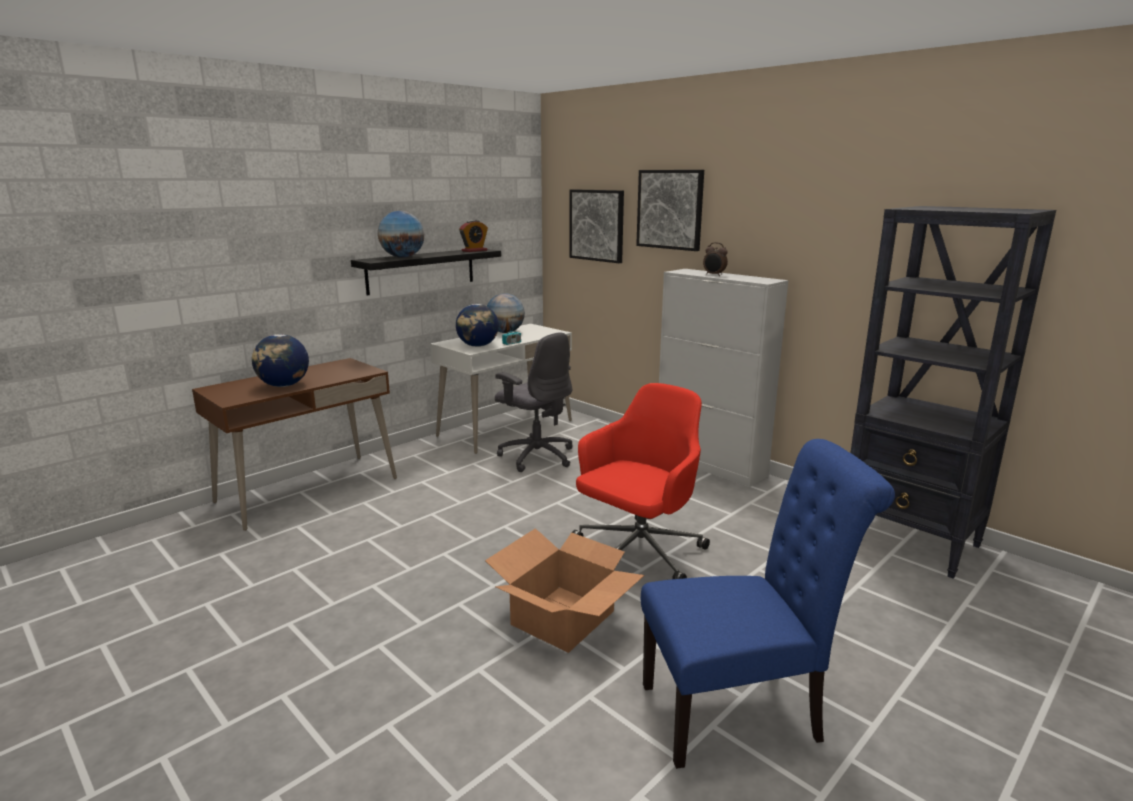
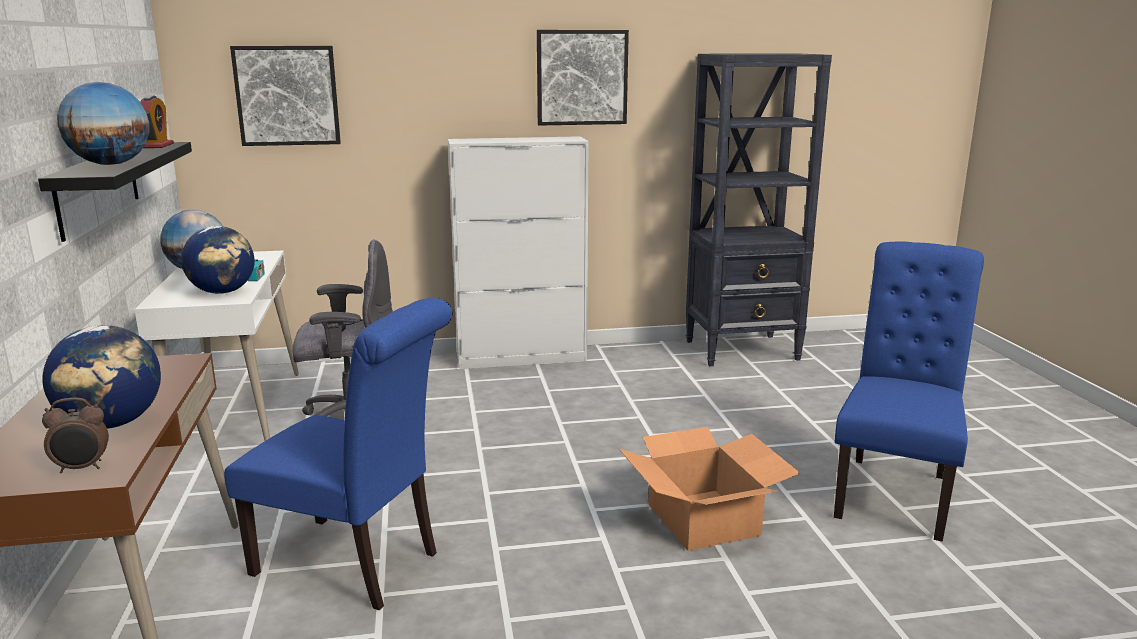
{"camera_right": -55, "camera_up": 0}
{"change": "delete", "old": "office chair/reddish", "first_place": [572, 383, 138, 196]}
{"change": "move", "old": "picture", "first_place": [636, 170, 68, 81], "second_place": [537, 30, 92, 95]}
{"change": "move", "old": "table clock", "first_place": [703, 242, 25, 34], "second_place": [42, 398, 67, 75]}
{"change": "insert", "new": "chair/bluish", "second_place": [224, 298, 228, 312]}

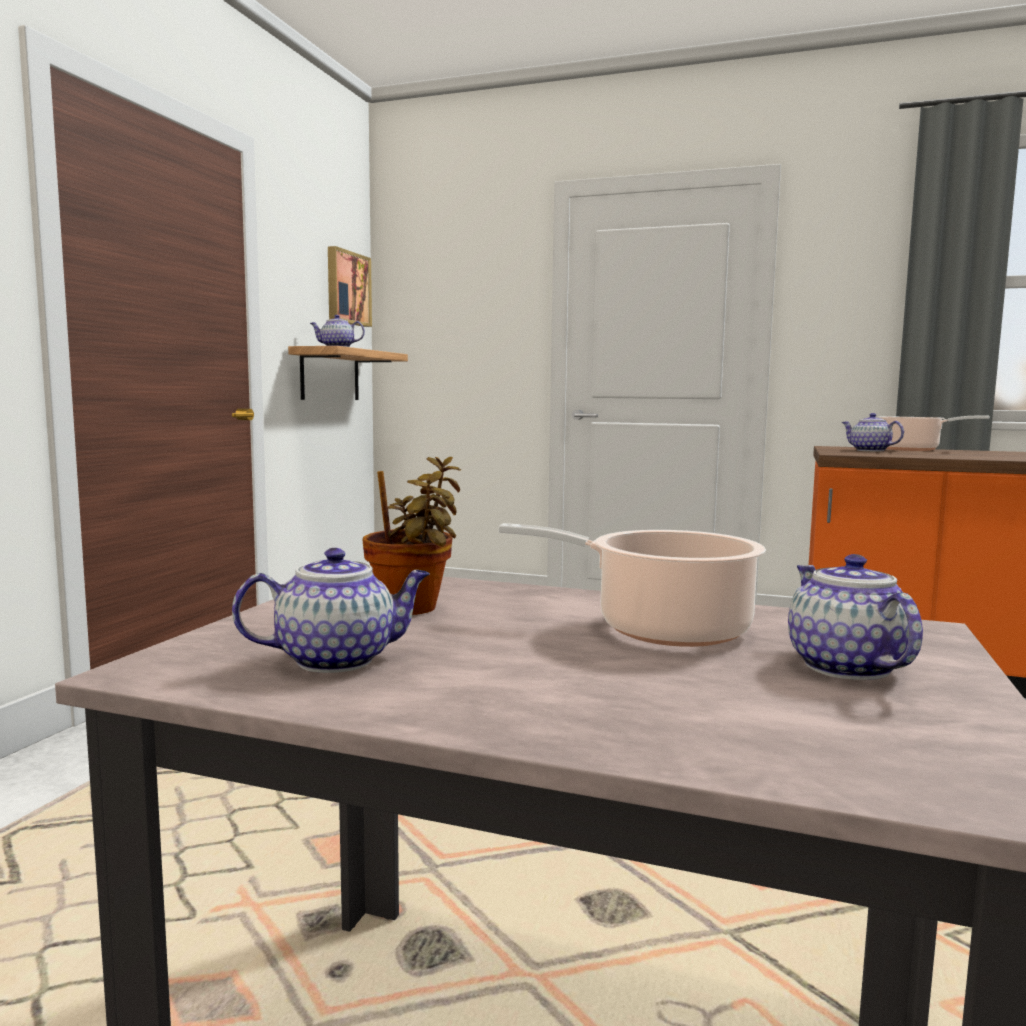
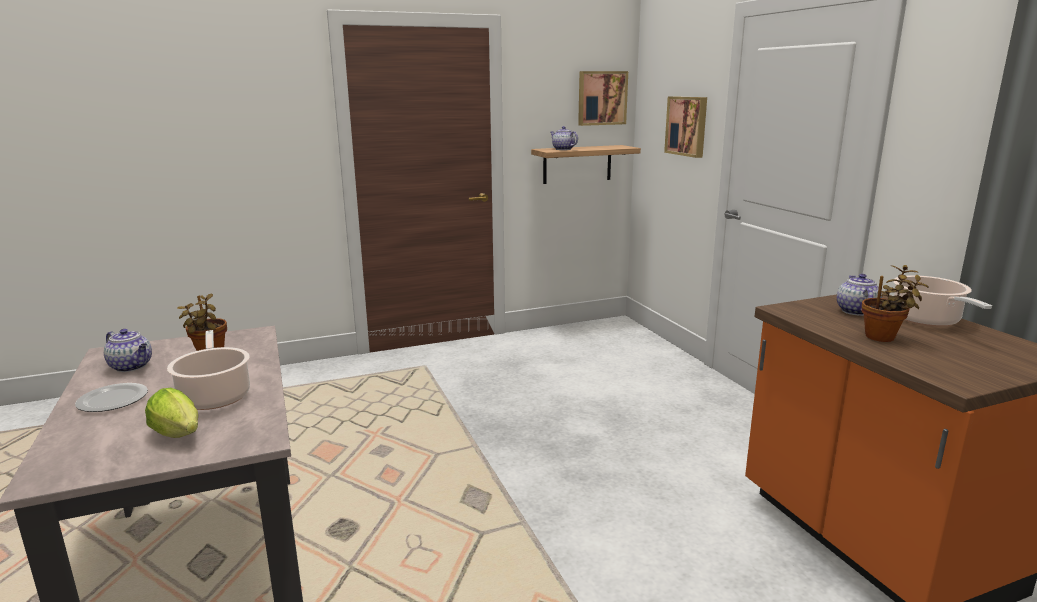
{"camera_right": 50, "camera_up": 10}
{"change": "replace", "old": "teapot", "new": "head of lettuce", "first_place": [788, 554, 135, 126], "second_place": [145, 388, 53, 50]}
{"change": "insert", "new": "plate", "second_place": [75, 383, 73, 29]}
{"change": "insert", "new": "picture", "second_place": [664, 96, 43, 62]}
{"change": "insert", "new": "plant in a pot", "second_place": [861, 265, 68, 77]}

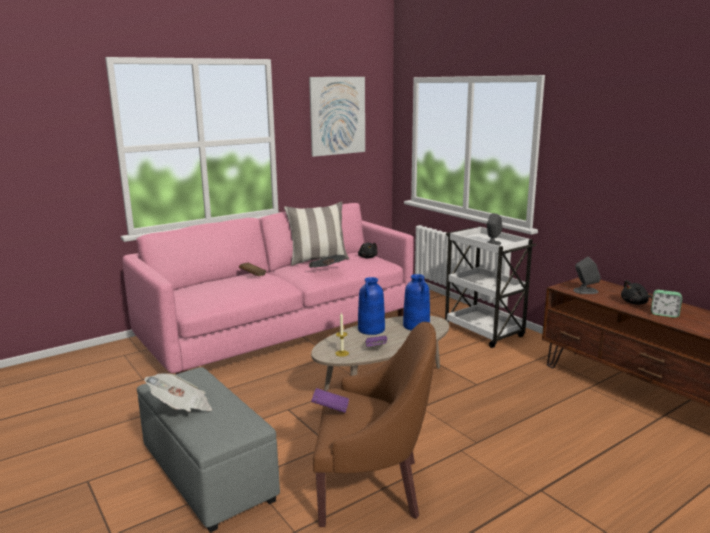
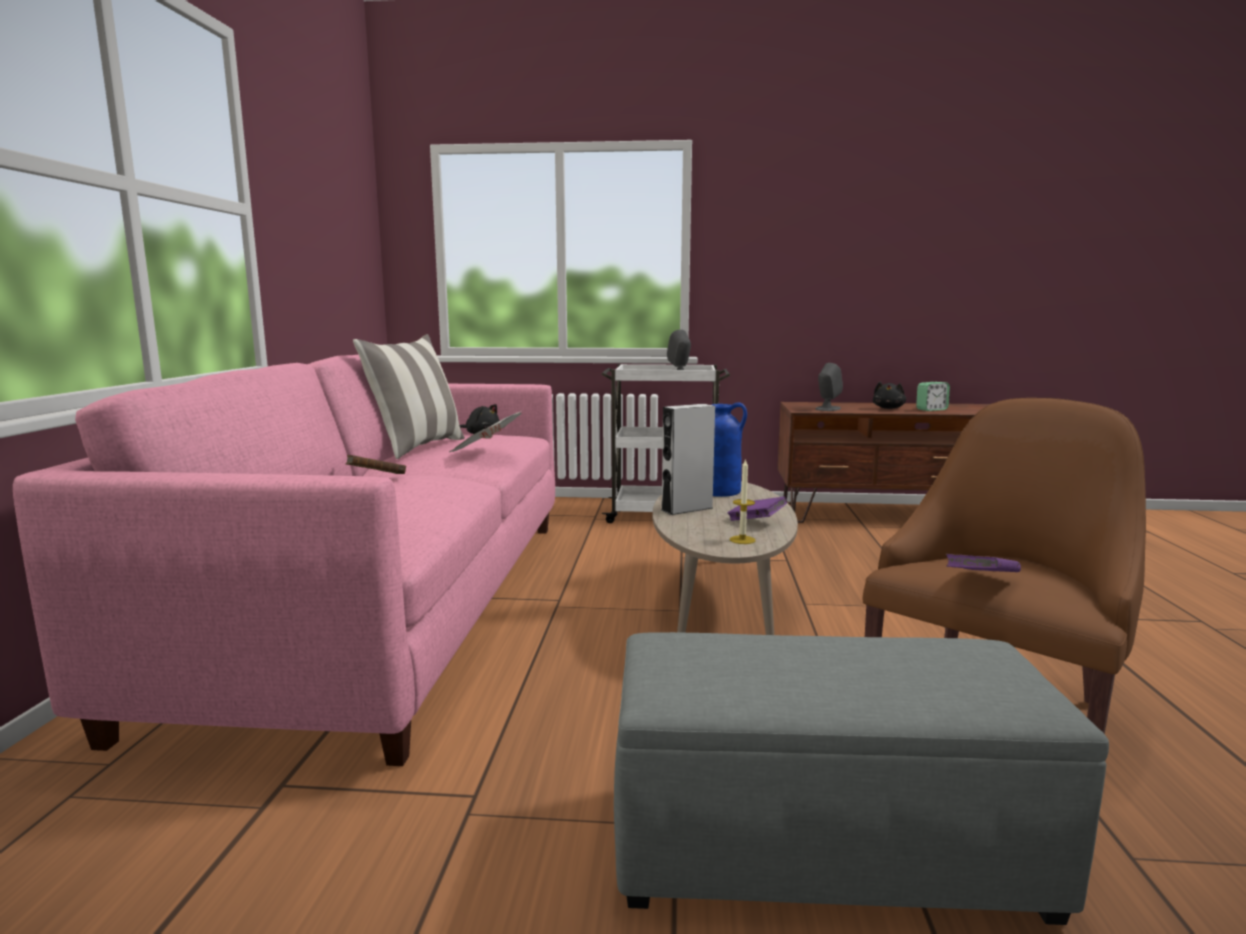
{"camera_right": -50, "camera_up": -5}
{"change": "delete", "old": "daily paper", "first_place": [144, 373, 68, 39]}
{"change": "delete", "old": "picture", "first_place": [309, 77, 56, 80]}
{"change": "replace", "old": "decorative vase/bluish", "new": "speaker/grey", "first_place": [358, 277, 27, 58], "second_place": [661, 404, 54, 111]}

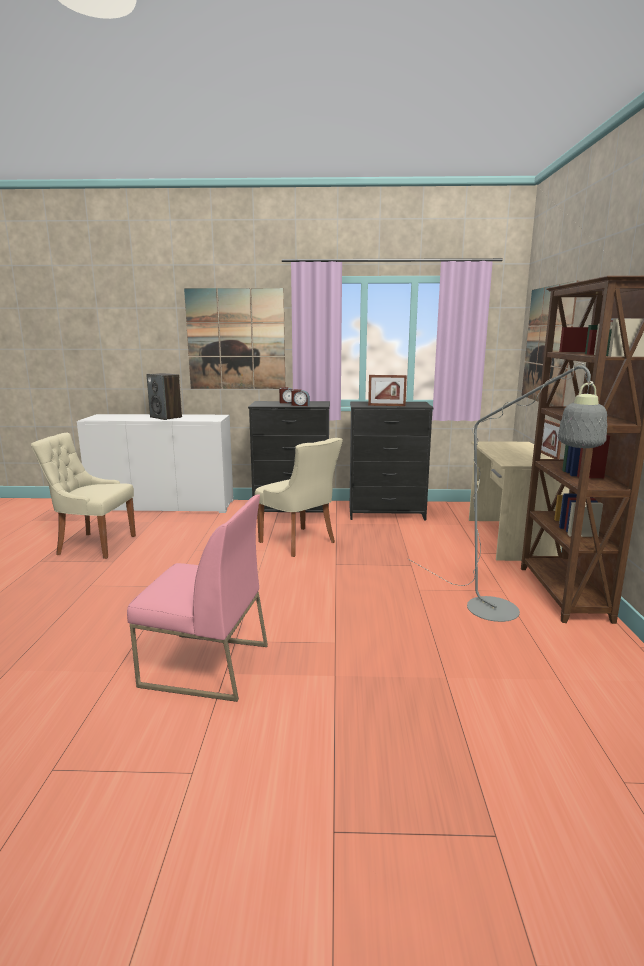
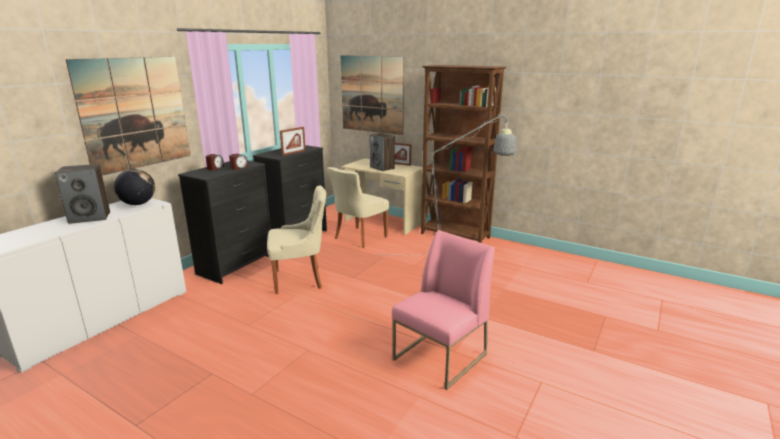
{"camera_right": -60, "camera_up": 5}
{"change": "move", "old": "chair/sand-coloured", "first_place": [31, 433, 105, 126], "second_place": [327, 167, 62, 81]}
{"change": "insert", "new": "desk globe", "second_place": [114, 169, 41, 36]}
{"change": "insert", "new": "speaker", "second_place": [370, 133, 25, 38]}

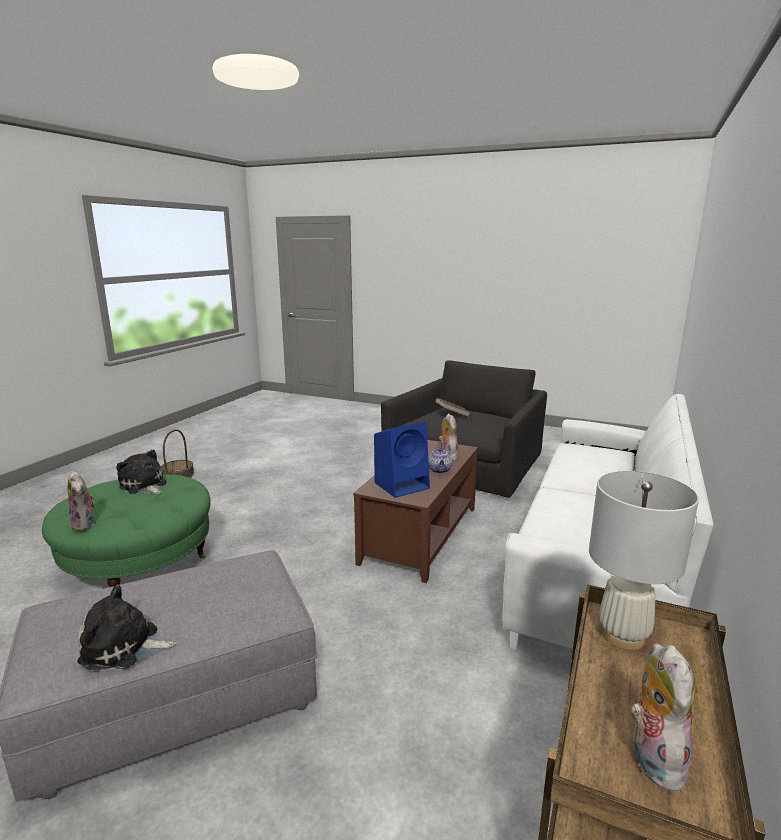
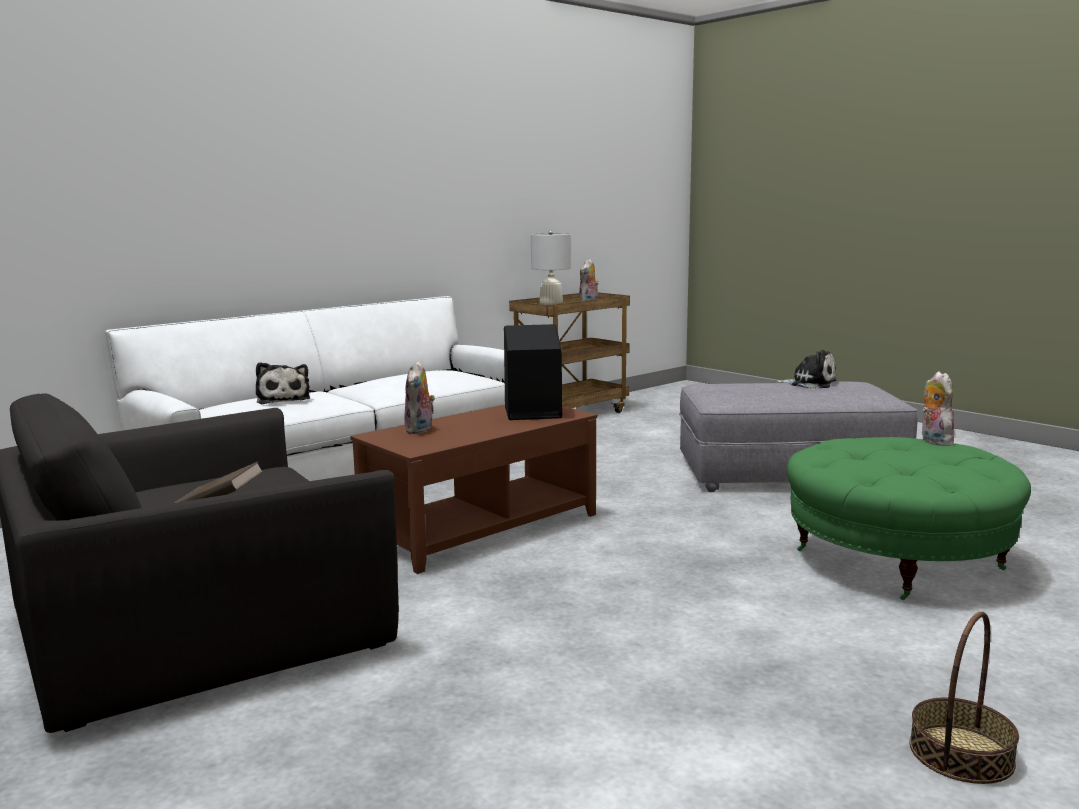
{"camera_right": -155, "camera_up": -5}
{"change": "move", "old": "cuddly toy", "first_place": [117, 450, 50, 44], "second_place": [256, 362, 54, 42]}
{"change": "recolor", "old": "speaker/bluish", "new": "speaker/blackish", "first_place": [374, 422, 56, 76], "second_place": [504, 324, 58, 96]}
{"change": "delete", "old": "teapot", "first_place": [428, 447, 24, 26]}

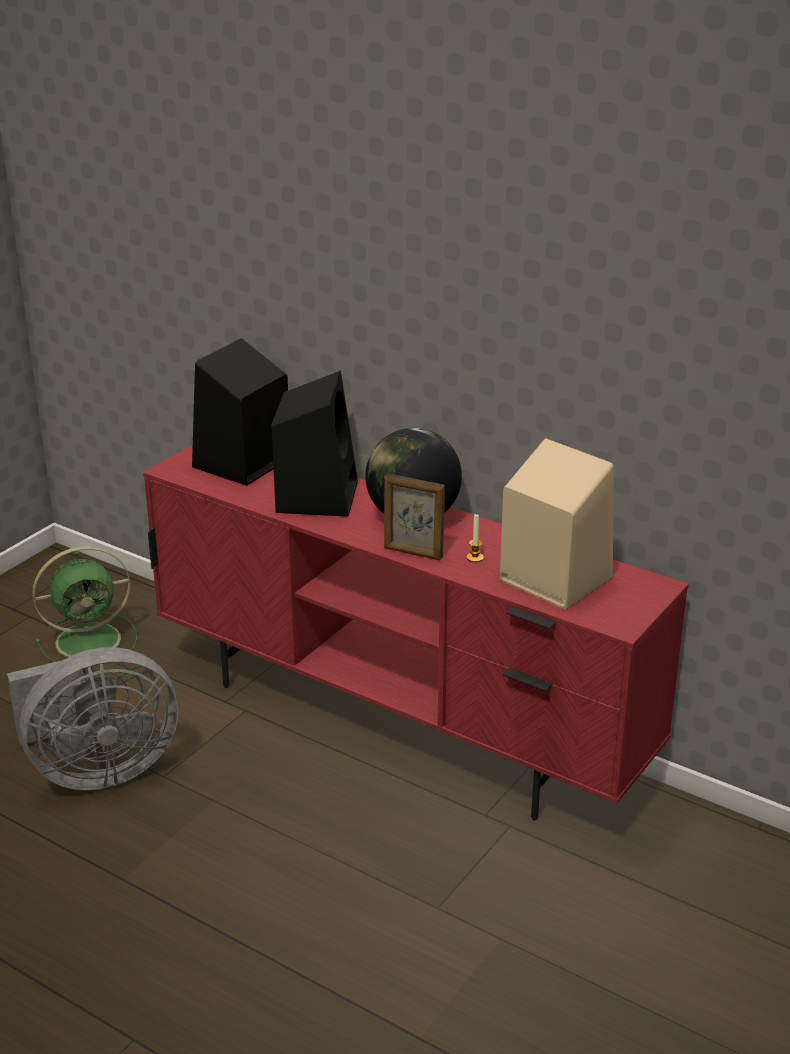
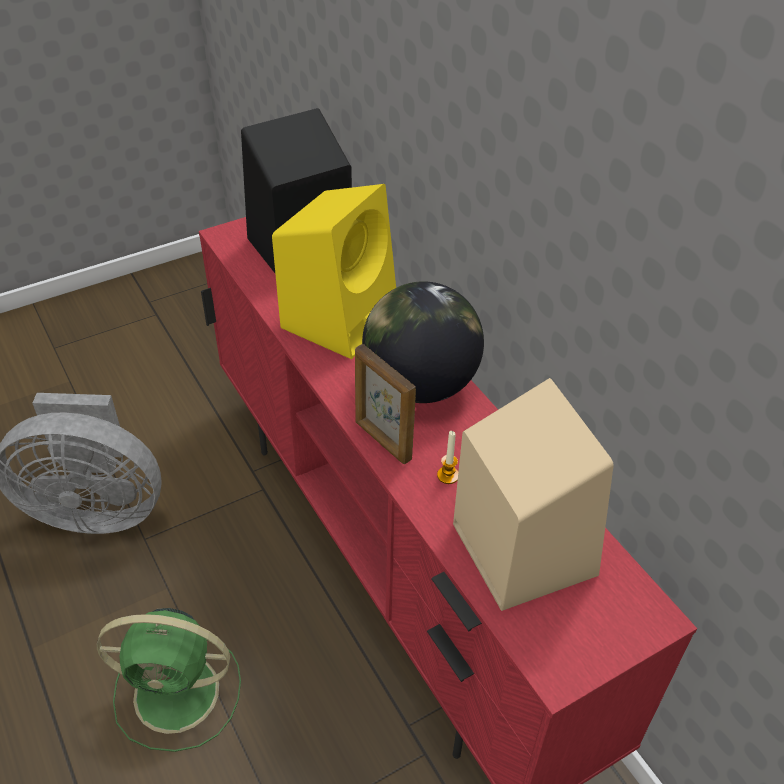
{"camera_right": 25, "camera_up": 15}
{"change": "move", "old": "electric fan/greenish", "first_place": [32, 546, 105, 120], "second_place": [97, 608, 144, 144]}
{"change": "recolor", "old": "speaker/blackish", "new": "speaker/yellowish", "first_place": [272, 371, 86, 146], "second_place": [272, 184, 124, 175]}

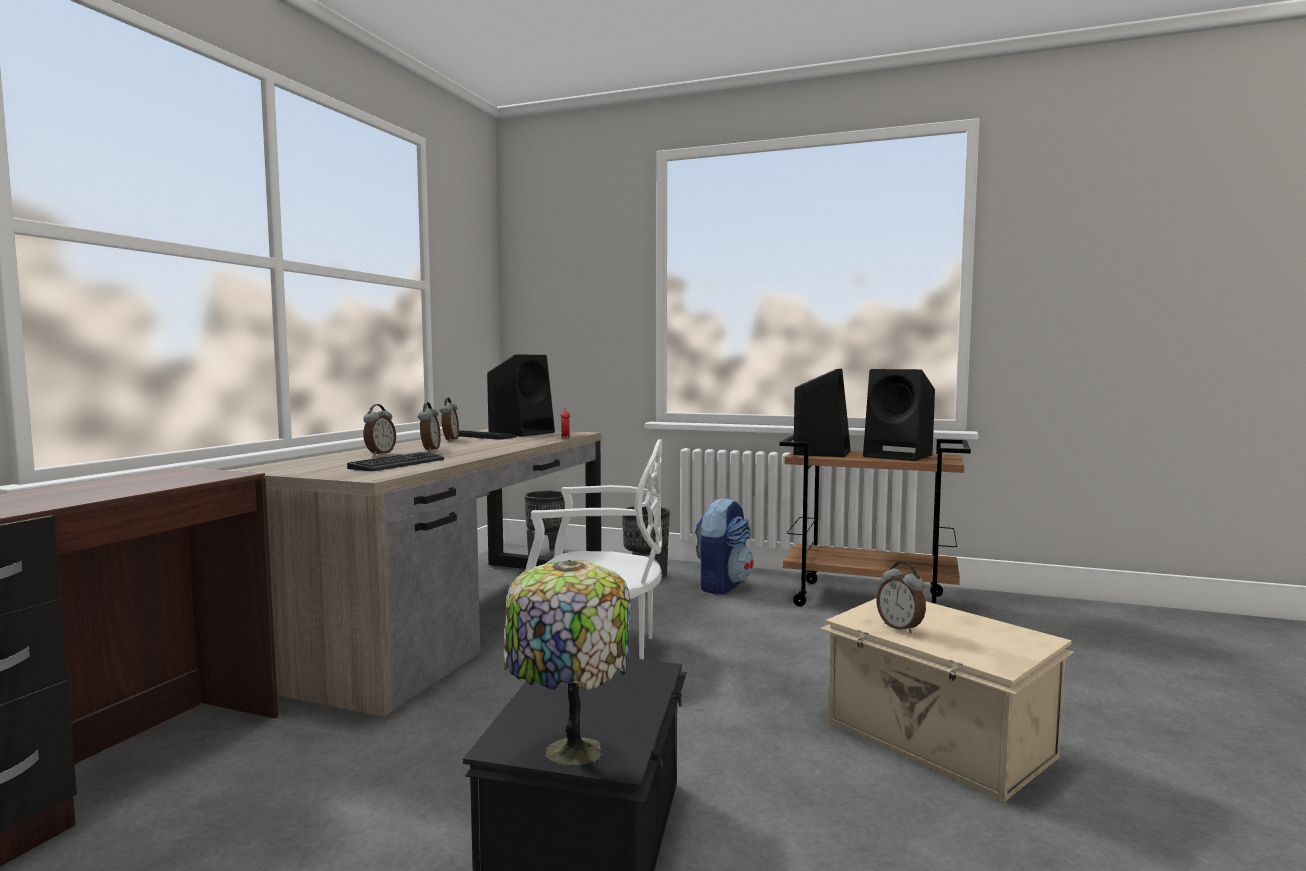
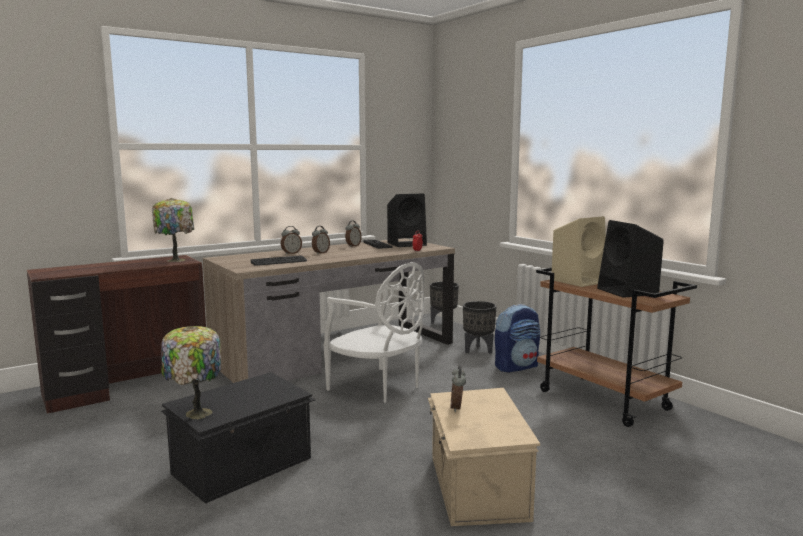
{"camera_right": 35, "camera_up": 5}
{"change": "recolor", "old": "speaker/blackish", "new": "speaker/sand-coloured", "first_place": [793, 369, 58, 88], "second_place": [552, 216, 54, 71]}
{"change": "insert", "new": "tabletop lamp", "second_place": [152, 198, 42, 64]}

